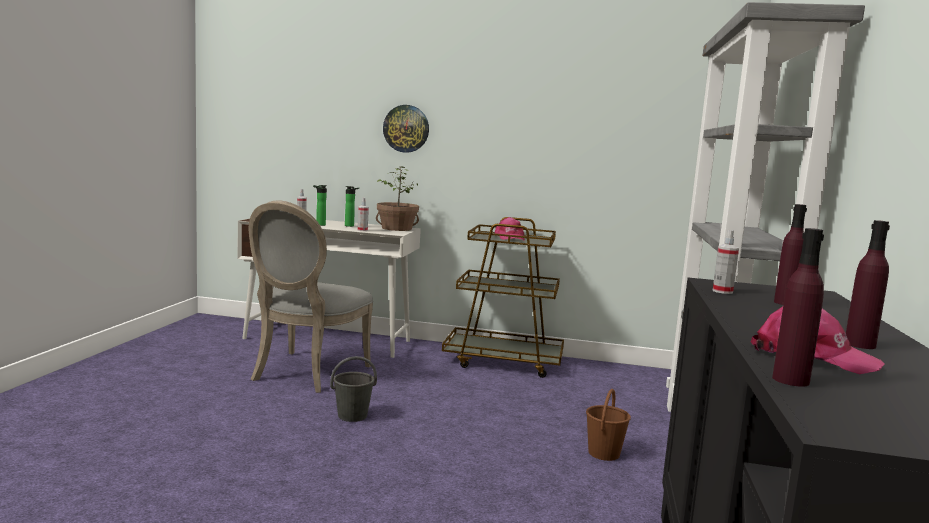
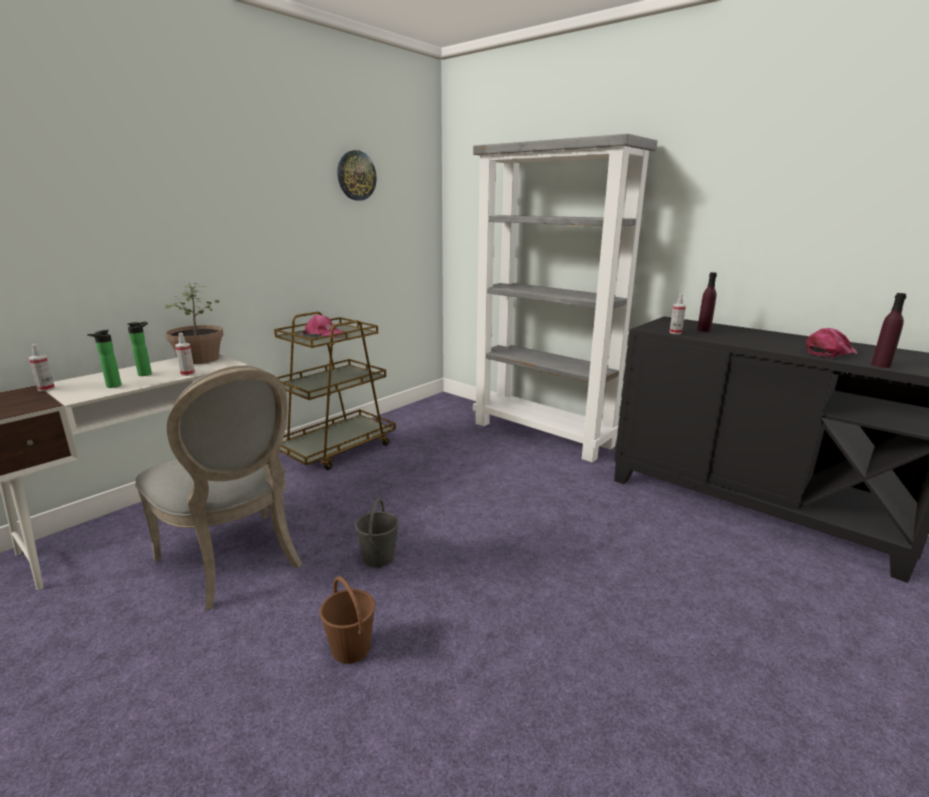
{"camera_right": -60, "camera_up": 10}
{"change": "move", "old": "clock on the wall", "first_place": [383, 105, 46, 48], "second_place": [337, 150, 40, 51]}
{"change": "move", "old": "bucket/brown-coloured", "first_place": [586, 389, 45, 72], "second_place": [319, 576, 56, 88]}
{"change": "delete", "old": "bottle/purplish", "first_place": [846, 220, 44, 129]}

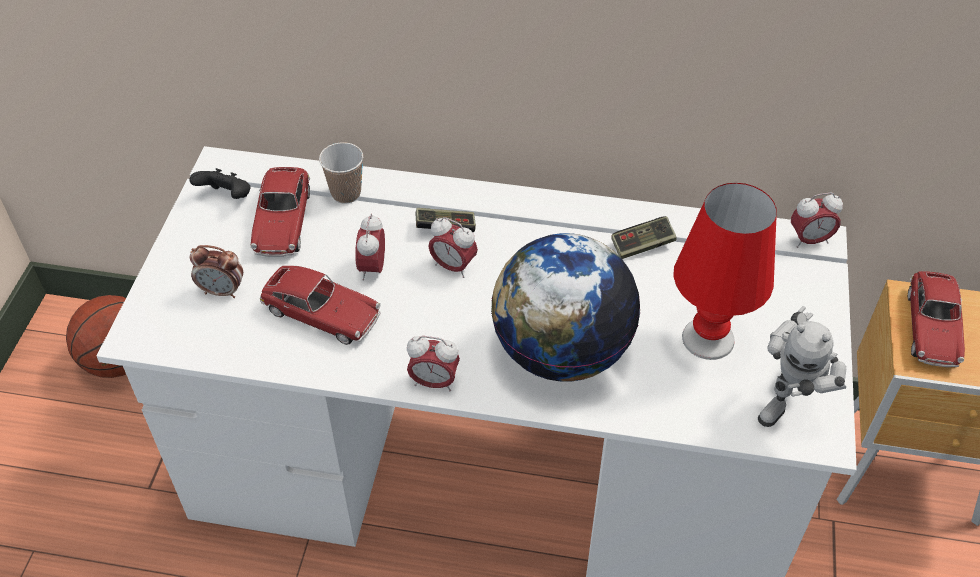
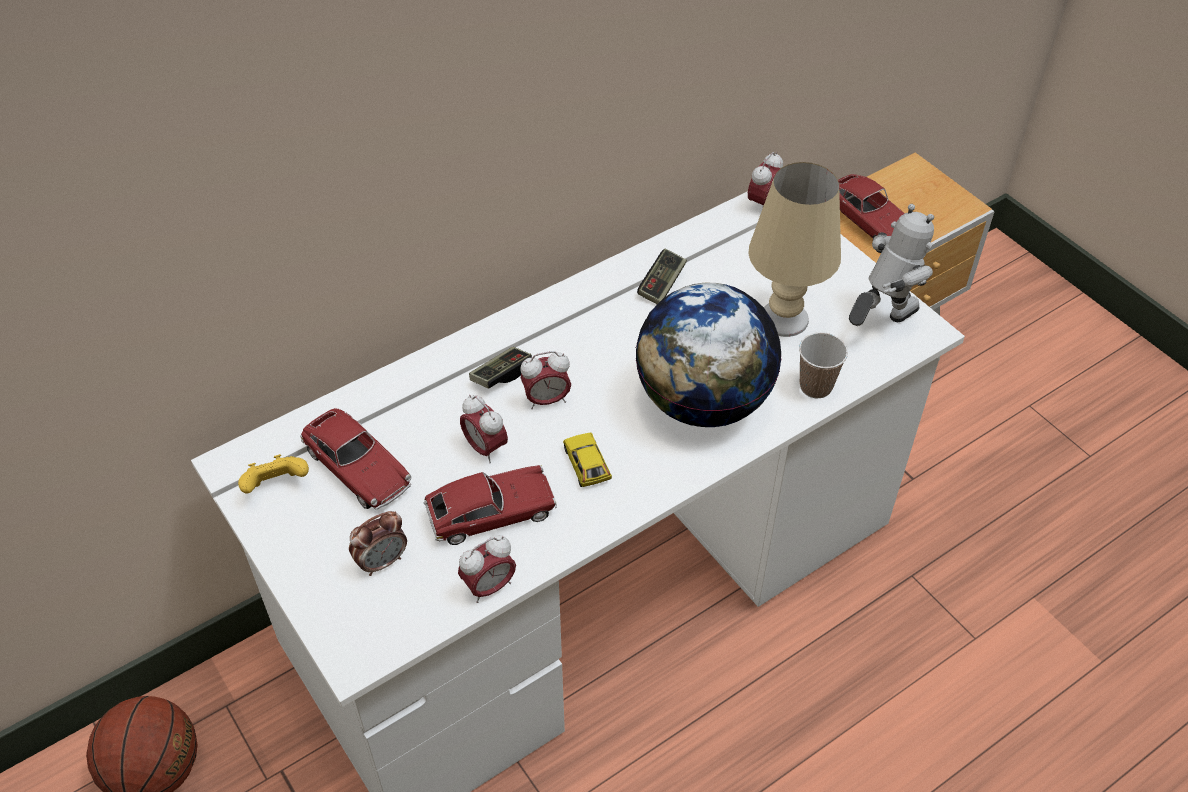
{"camera_right": -45, "camera_up": 0}
{"change": "recolor", "old": "joypad/blackish", "new": "joypad/yellowish", "first_place": [189, 168, 62, 31], "second_place": [238, 454, 71, 39]}
{"change": "move", "old": "small cup", "first_place": [319, 142, 44, 62], "second_place": [799, 332, 49, 67]}
{"change": "move", "old": "table clock", "first_place": [407, 336, 53, 55], "second_place": [458, 535, 58, 68]}
{"change": "recolor", "old": "tabletop lamp/reddish", "new": "tabletop lamp/sand-coloured", "first_place": [673, 183, 104, 177], "second_place": [748, 162, 93, 175]}
{"change": "rotate", "old": "model robot", "first_place": [758, 306, 88, 121], "second_place": [849, 204, 85, 122], "degrees": -120}
{"change": "insert", "new": "toy car", "second_place": [563, 433, 49, 54]}

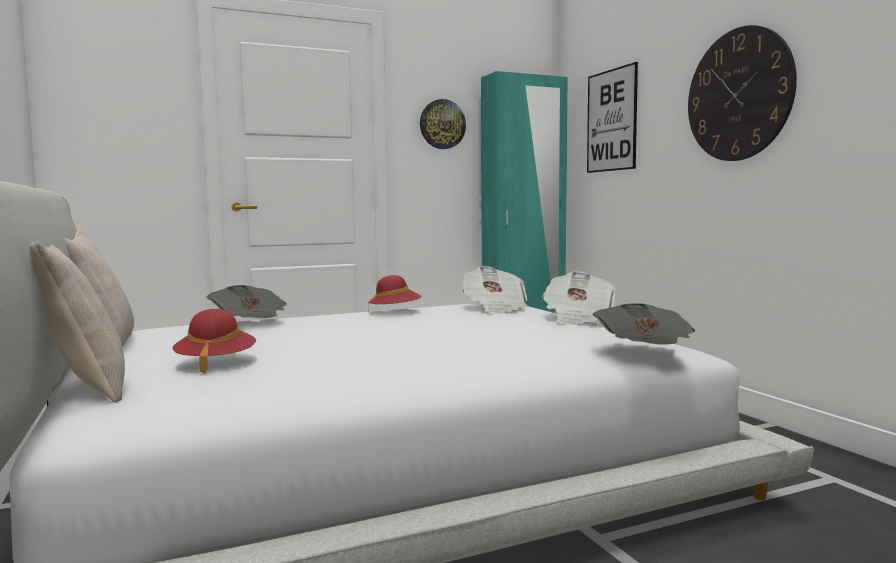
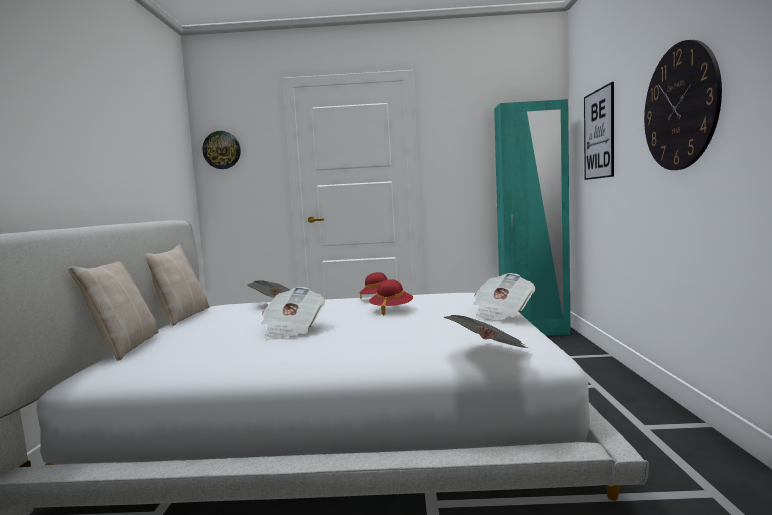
{"camera_right": 25, "camera_up": 0}
{"change": "move", "old": "wearable hat/reddish", "first_place": [173, 309, 83, 65], "second_place": [369, 279, 44, 36]}
{"change": "move", "old": "clock on the wall", "first_place": [420, 99, 46, 50], "second_place": [202, 131, 39, 38]}
{"change": "move", "old": "daily paper", "first_place": [462, 266, 65, 48], "second_place": [261, 287, 64, 53]}

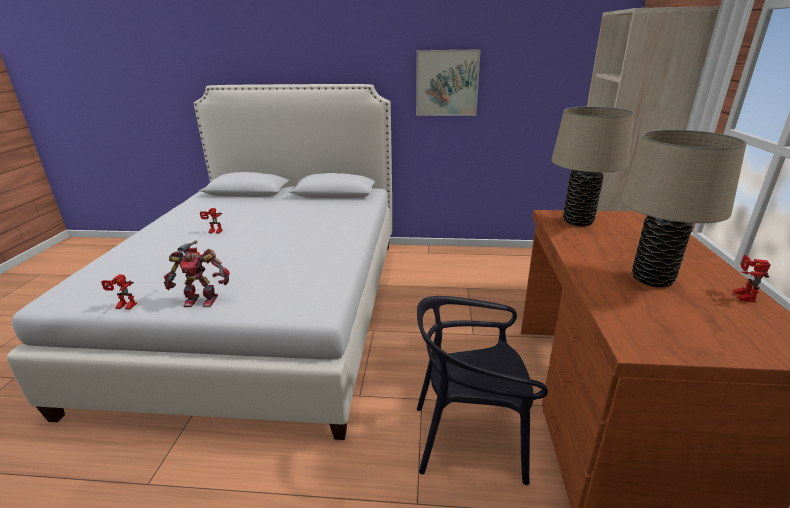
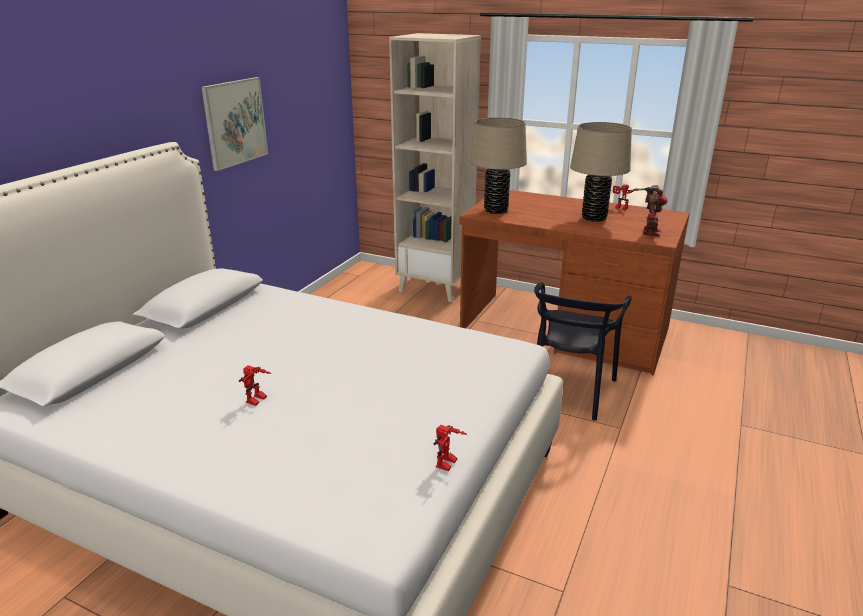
{"camera_right": -70, "camera_up": 0}
{"change": "move", "old": "model robot", "first_place": [164, 241, 66, 66], "second_place": [633, 185, 34, 52]}

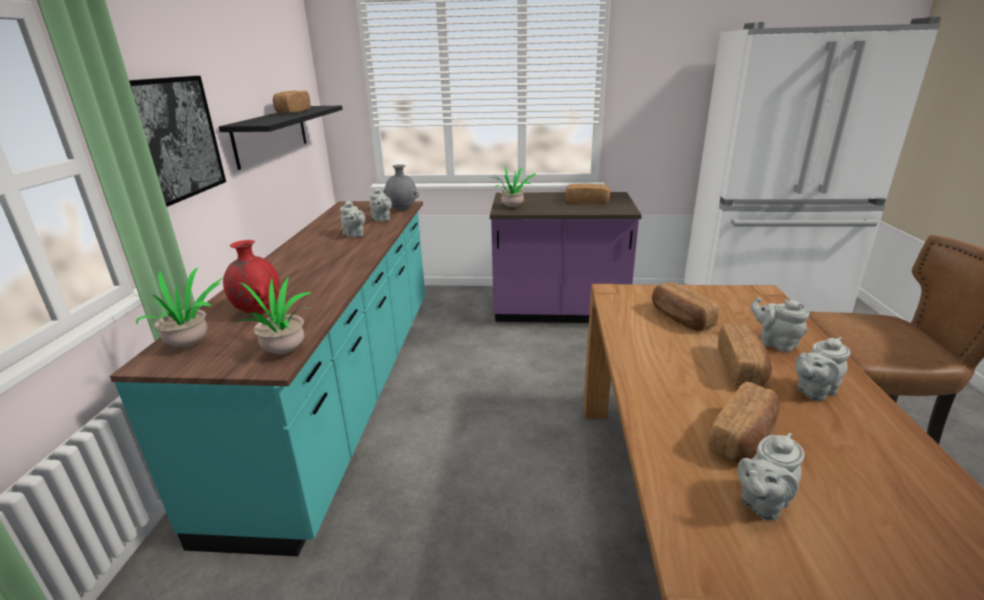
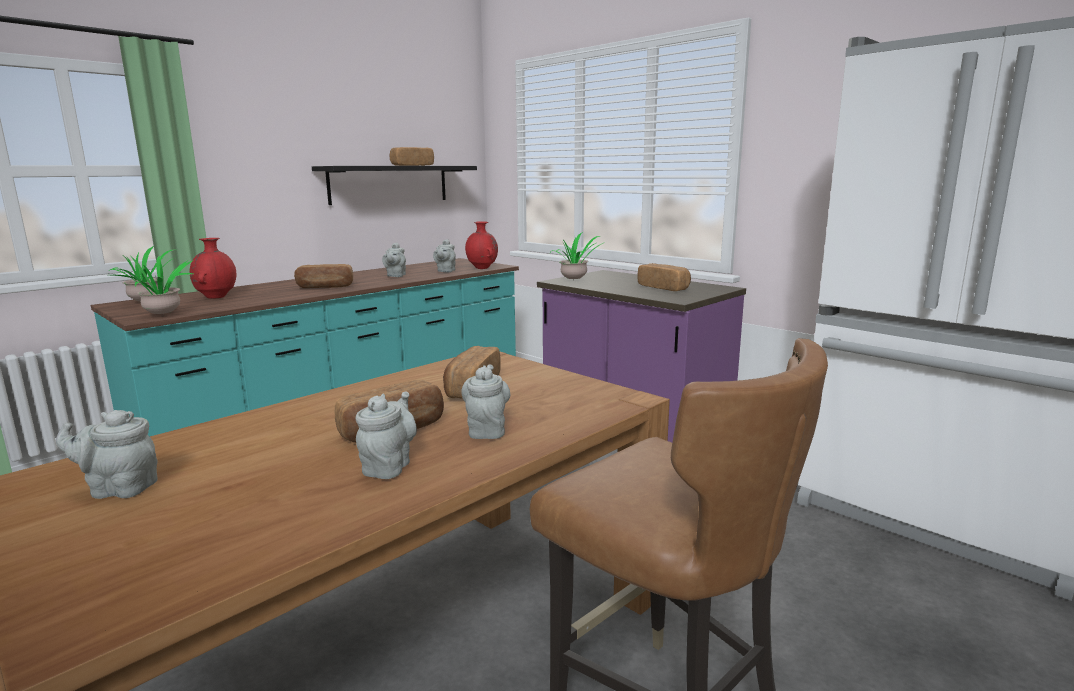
{"camera_right": 40, "camera_up": -10}
{"change": "delete", "old": "picture", "first_place": [129, 76, 97, 131]}
{"change": "recolor", "old": "decorative vase/grey", "new": "decorative vase/reddish", "first_place": [383, 164, 36, 47], "second_place": [465, 221, 33, 48]}
{"change": "move", "old": "bakery bread", "first_place": [708, 382, 72, 80], "second_place": [294, 264, 59, 24]}
{"change": "rotate", "old": "teapot/grey", "first_place": [795, 337, 56, 64], "second_place": [356, 392, 61, 87], "degrees": 90}

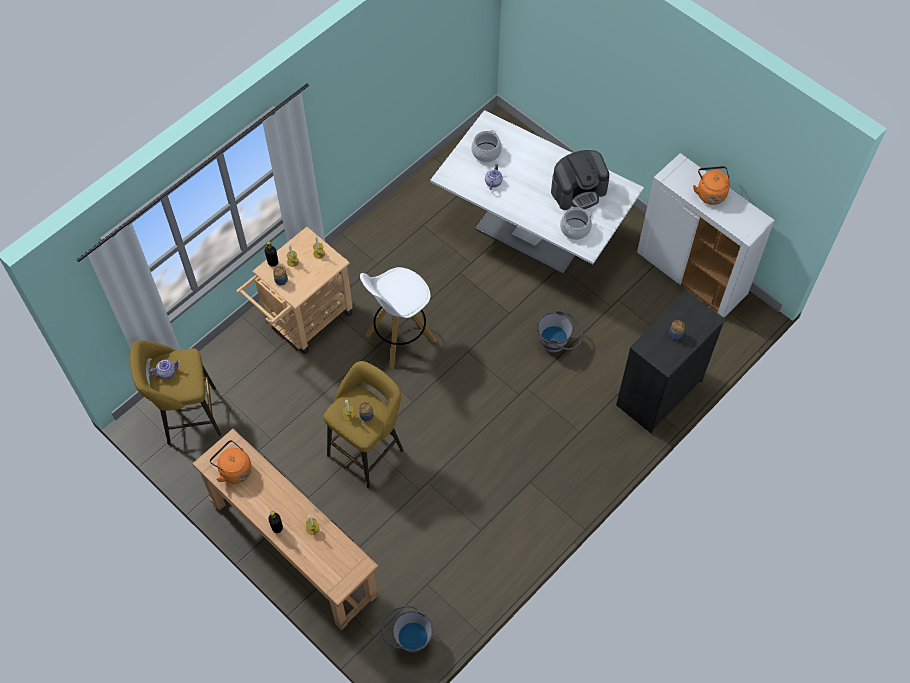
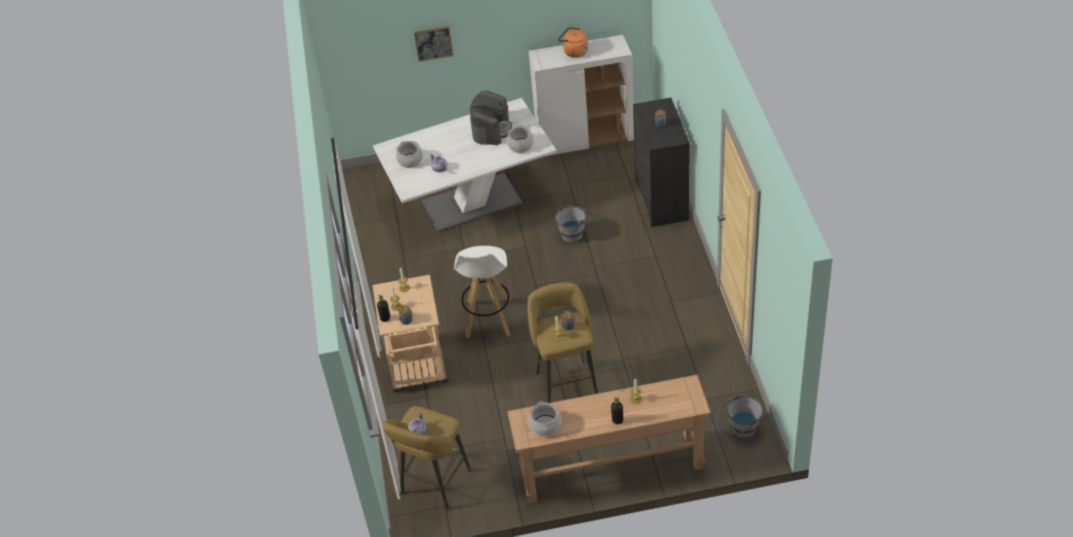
{"camera_right": -50, "camera_up": -15}
{"change": "replace", "old": "water kettle/orangey", "new": "saucepot", "first_place": [210, 440, 42, 44], "second_place": [528, 401, 33, 35]}
{"change": "insert", "new": "picture", "second_place": [414, 26, 39, 36]}

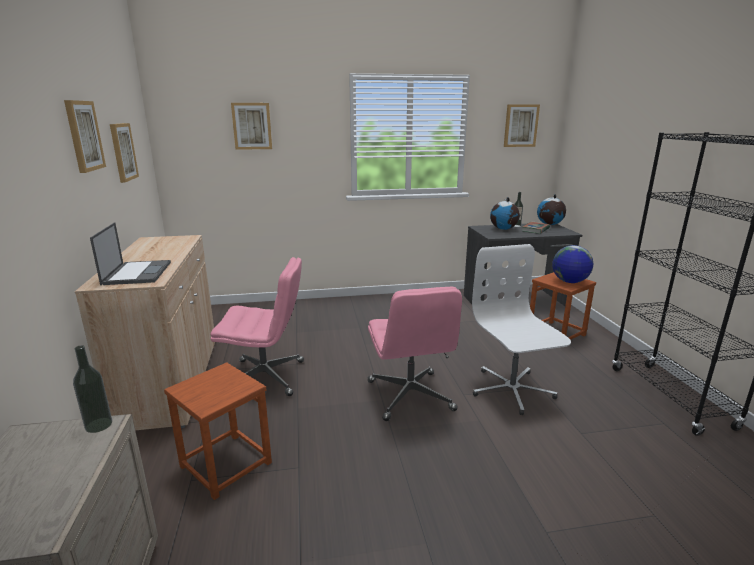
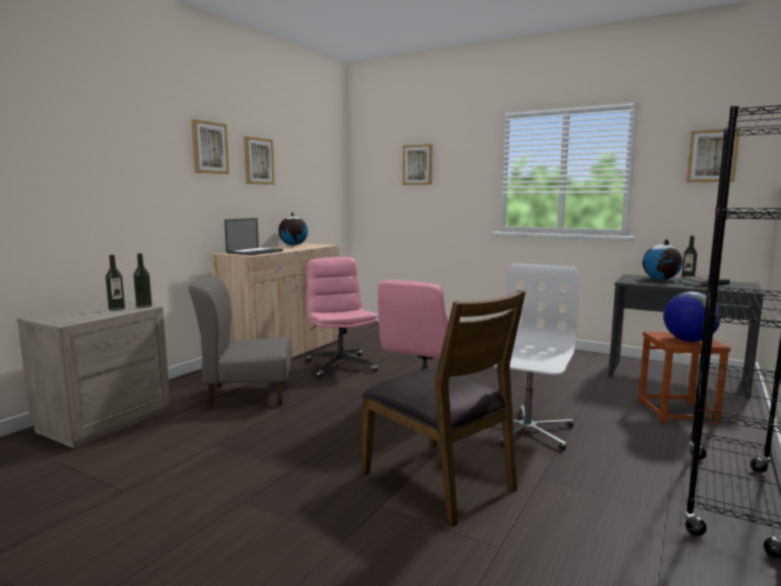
{"camera_right": 40, "camera_up": -10}
{"change": "move", "old": "picture", "first_place": [110, 123, 29, 60], "second_place": [191, 119, 38, 55]}
{"change": "replace", "old": "stool seat/brown-coloured", "new": "chair/grey", "first_place": [164, 362, 108, 138], "second_place": [188, 275, 104, 134]}
{"change": "rotate", "old": "office chair/pinkish", "first_place": [210, 257, 94, 139], "second_place": [306, 257, 72, 121], "degrees": -150}
{"change": "move", "old": "desk globe", "first_place": [537, 194, 29, 31], "second_place": [278, 212, 30, 33]}
{"change": "insert", "new": "bottle", "second_place": [105, 255, 20, 56]}
{"change": "insert", "new": "chair/brown-coloured", "second_place": [361, 290, 165, 237]}

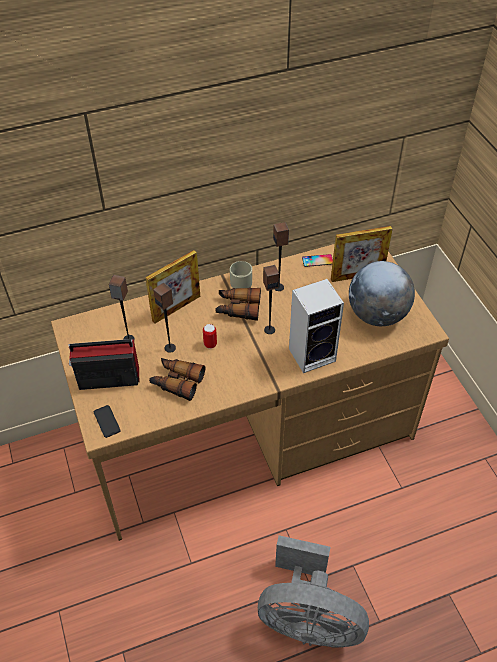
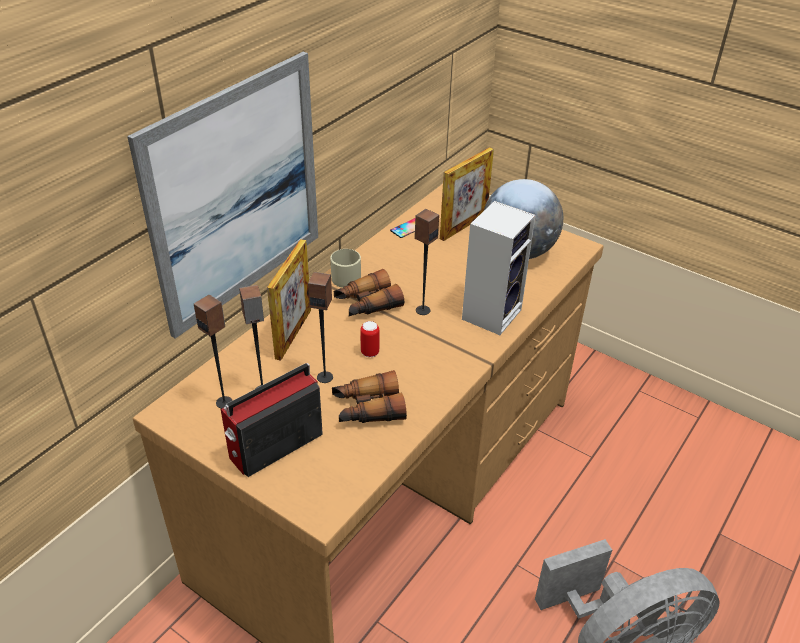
{"camera_right": -35, "camera_up": -10}
{"change": "delete", "old": "phone", "first_place": [94, 405, 27, 33]}
{"change": "move", "old": "speaker", "first_place": [273, 222, 16, 69], "second_place": [194, 294, 39, 115]}
{"change": "insert", "new": "picture", "second_place": [127, 52, 191, 287]}

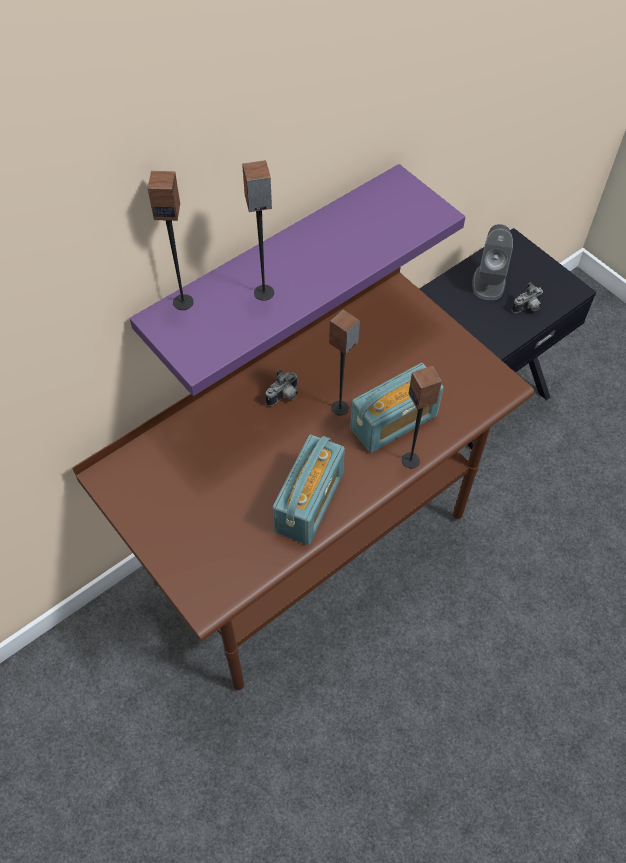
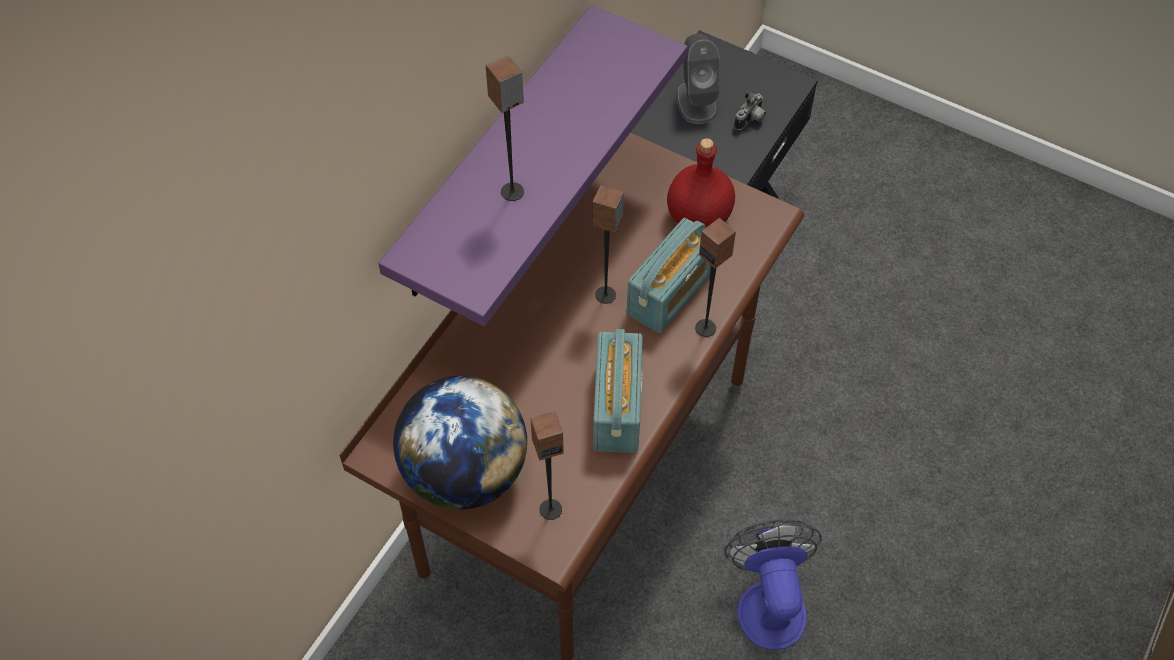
{"camera_right": -20, "camera_up": 0}
{"change": "move", "old": "speaker", "first_place": [148, 171, 46, 139], "second_place": [530, 410, 34, 110]}
{"change": "delete", "old": "photo camera", "first_place": [265, 369, 33, 37]}
{"change": "insert", "new": "desk globe", "second_place": [393, 376, 134, 134]}
{"change": "insert", "new": "bottle/reddish", "second_place": [667, 138, 68, 89]}
{"change": "insert", "new": "electric fan", "second_place": [724, 519, 98, 131]}

